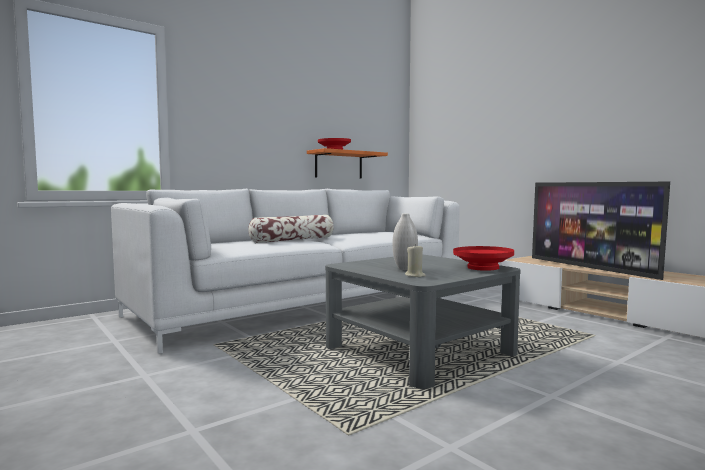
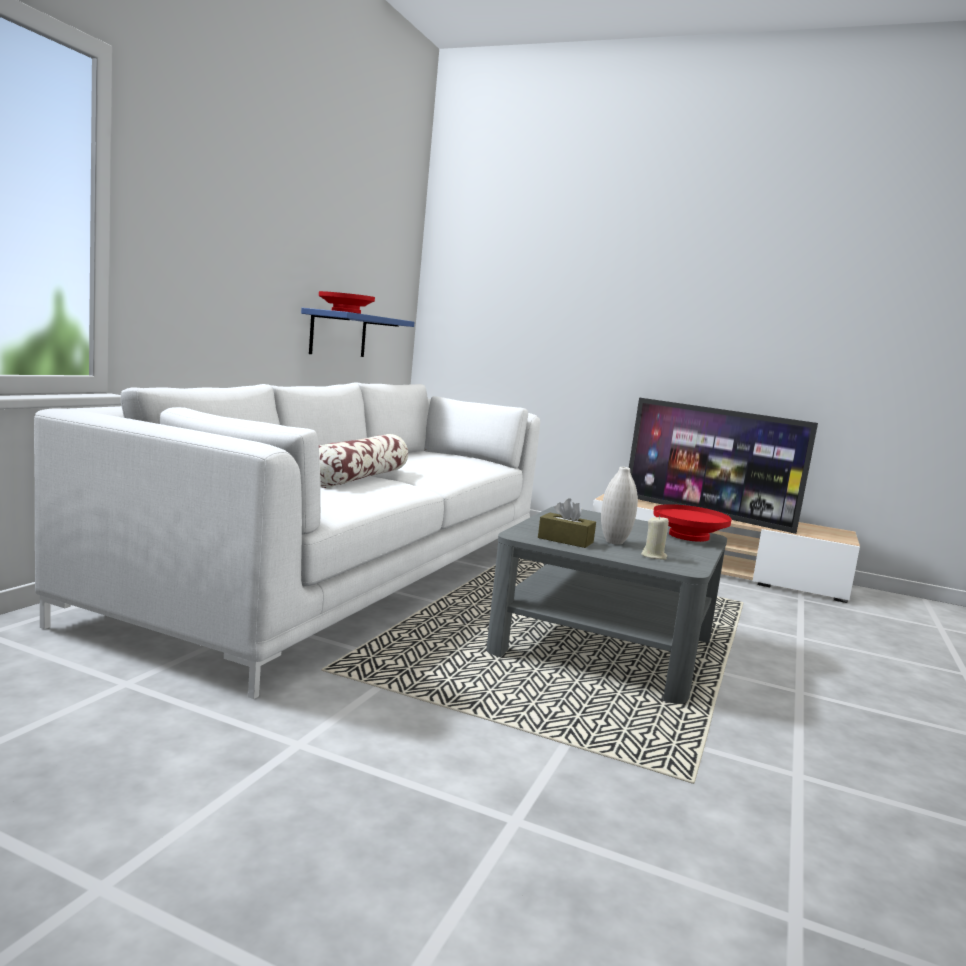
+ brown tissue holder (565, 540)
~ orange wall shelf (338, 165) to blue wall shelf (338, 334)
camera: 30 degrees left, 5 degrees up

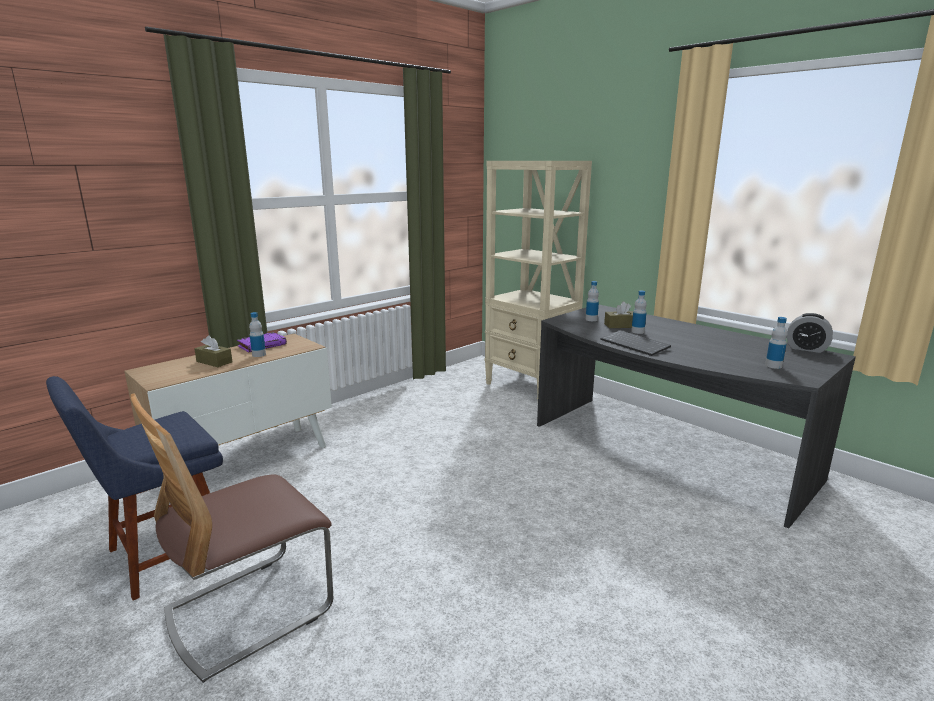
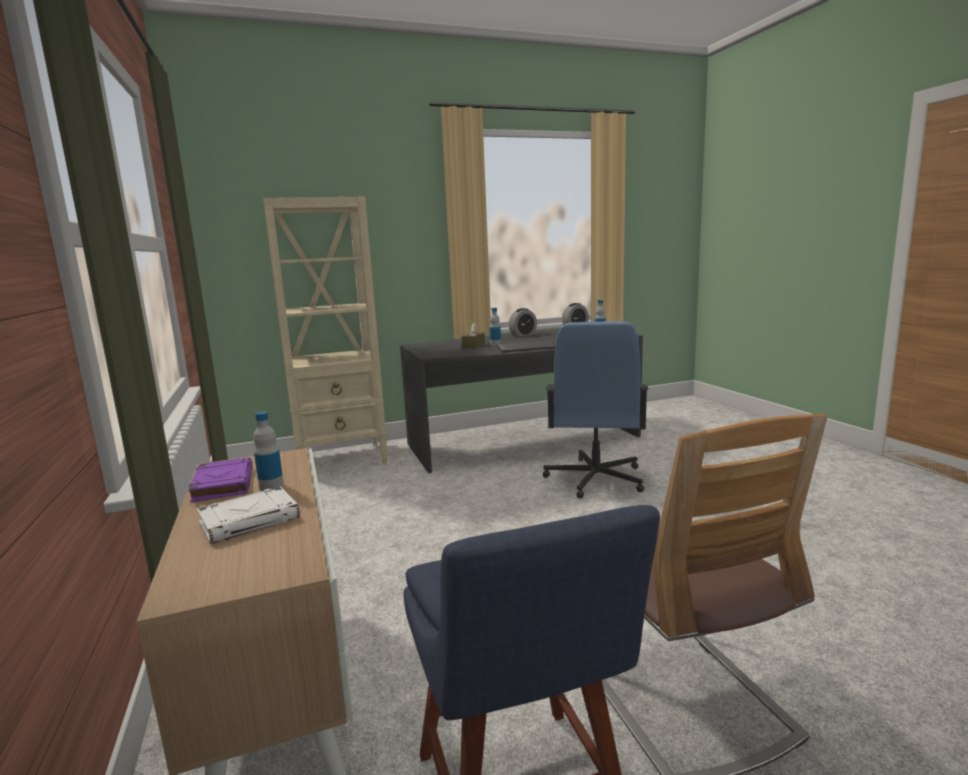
- drink bottle (591, 319)
+ bedside clock (523, 334)
+ blue desk chair (595, 479)
~ brown tissue holder (214, 362) to white-coloured bound book (250, 520)
camera: 65 degrees left, 5 degrees down

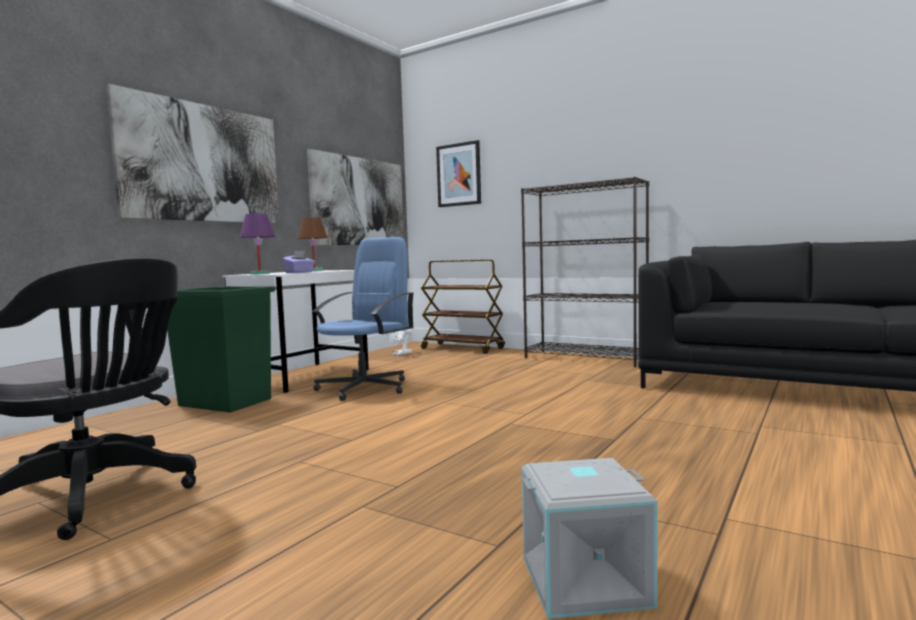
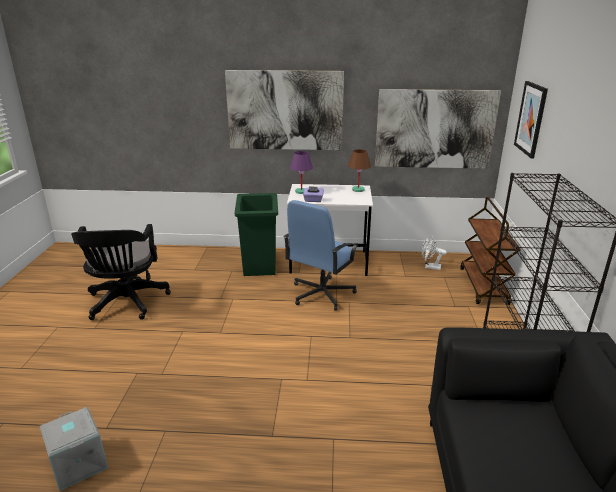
~ blue desk chair (365, 388) = (321, 294) 120 degrees clockwise
camera: 60 degrees right, 20 degrees up

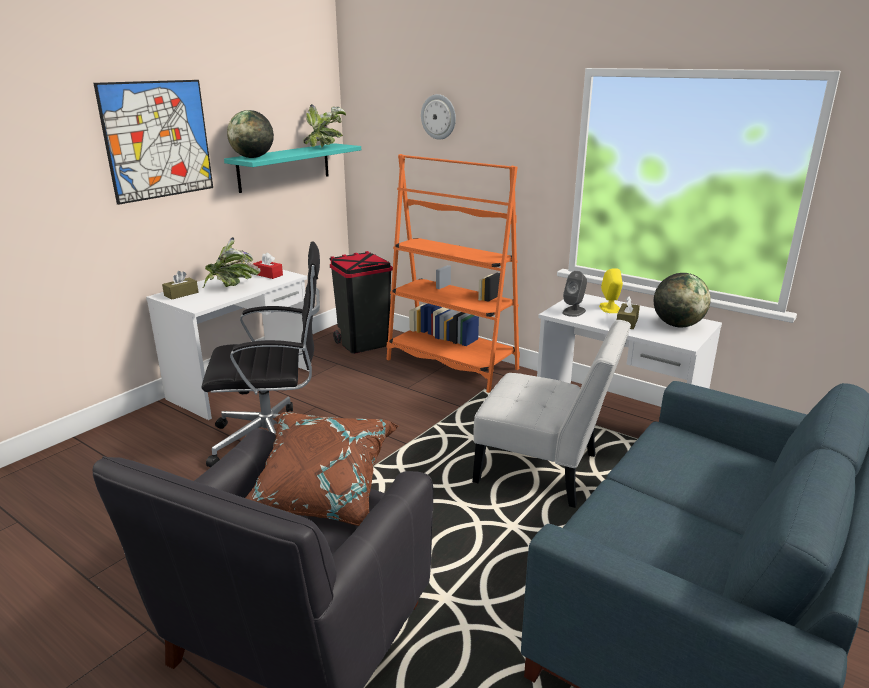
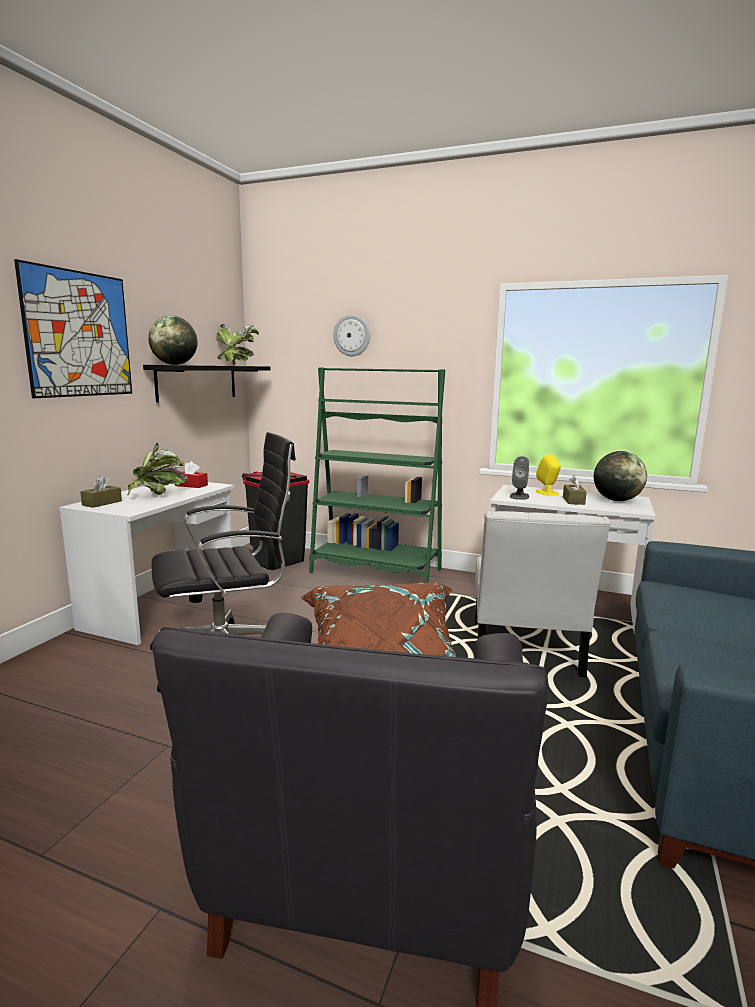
~ turquoise-coloured wall shelf (284, 167) to black-coloured wall shelf (197, 382)
~ orange bookcase (452, 364) to green bookcase (376, 571)
~ white-coloured plain chair (544, 471) = (525, 651) 90 degrees clockwise
camera: 15 degrees left, 10 degrees down

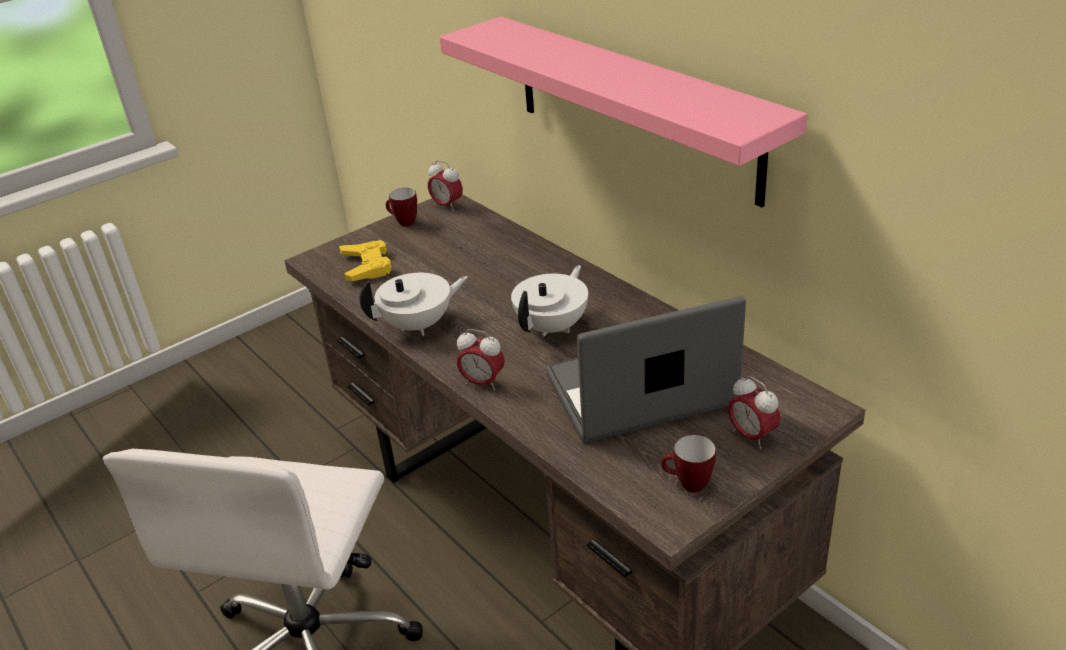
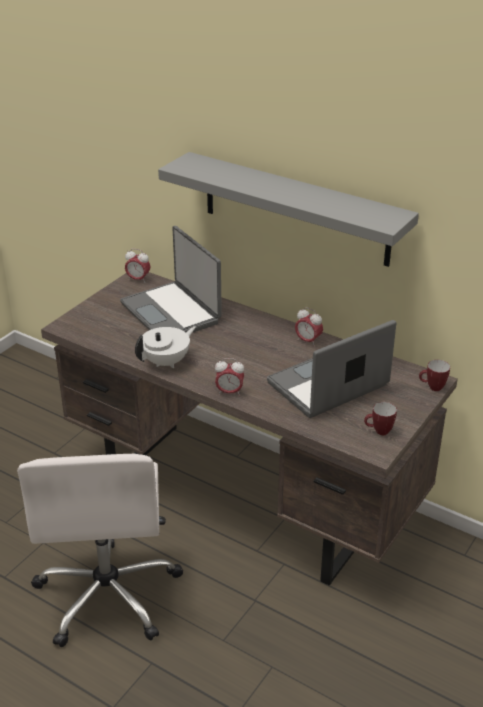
- yellow-coloured game controller (367, 266)
- white-coloured pot for tea (553, 326)
+ notebook computer (172, 312)
~ coffee mug (403, 223) to (432, 388)
~ bedside clock (751, 436) to (308, 341)
~ pinkish wall shelf (633, 106) to grey wall shelf (295, 209)
camera: 20 degrees left, 0 degrees up

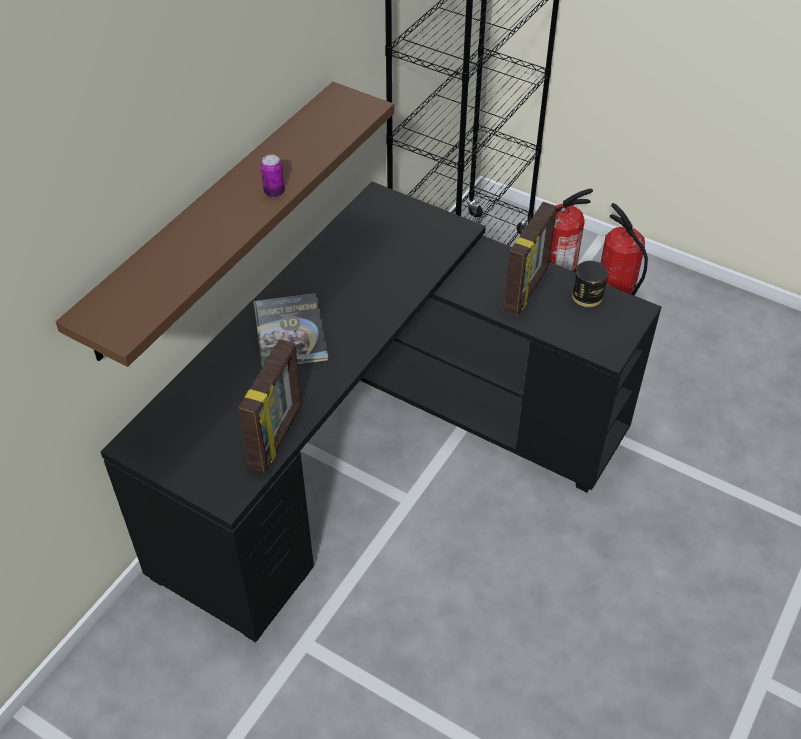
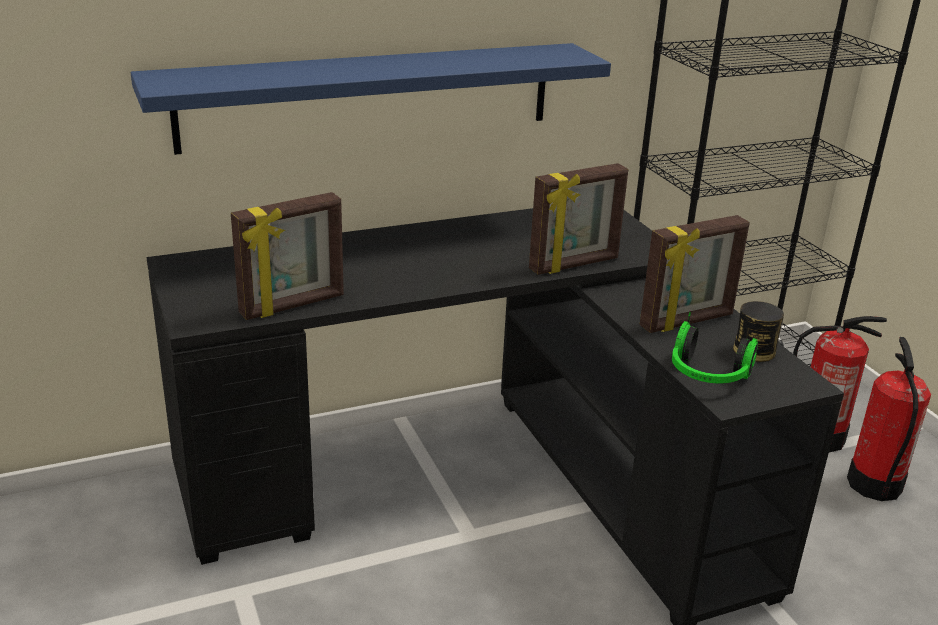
- bound book (290, 332)
- can (274, 192)
+ picture frame (574, 265)
+ headset (707, 376)
~ brown wall shelf (215, 217) to blue wall shelf (369, 96)
camera: 35 degrees right, 20 degrees down

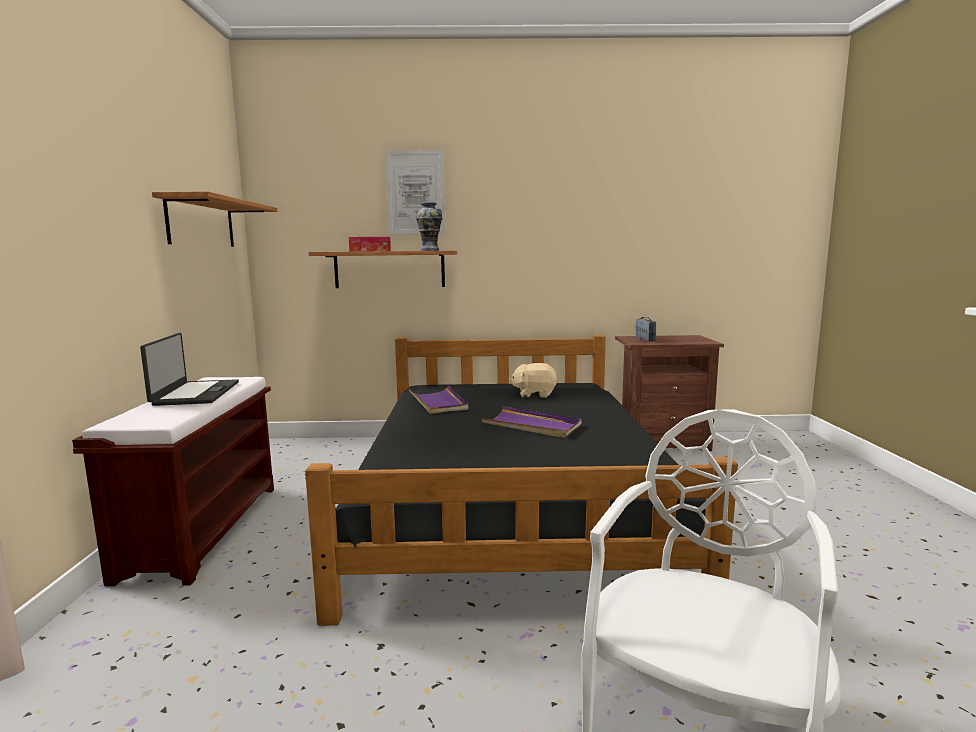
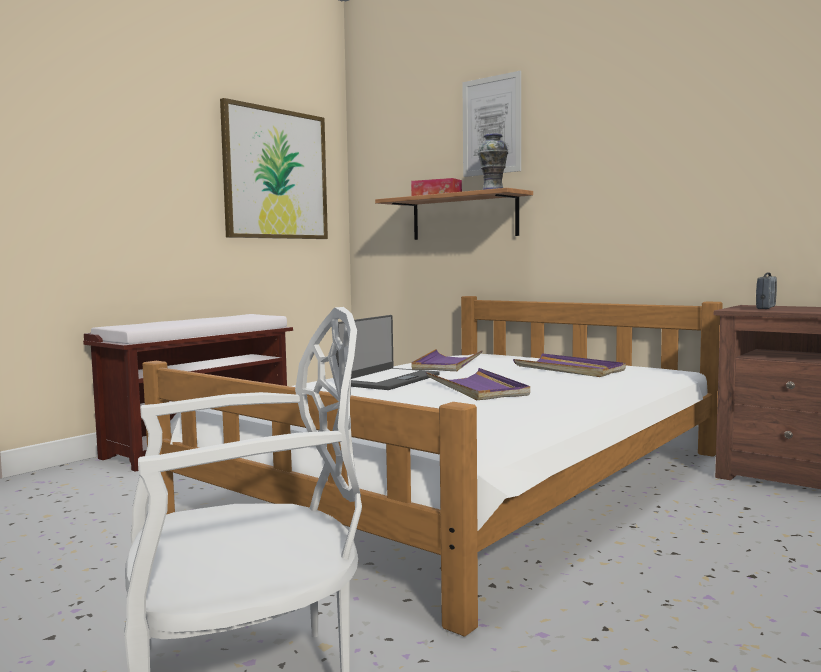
~ notebook computer (195, 393) to (388, 380)
~ wall shelf (201, 223) to picture (275, 174)
~ beige-coloured plush toy (534, 394) to purple-coloured carrying tray (569, 369)
~ black-coloured sleeping bed (509, 498) to white-coloured sleeping bed (466, 482)
camera: 40 degrees right, 5 degrees down

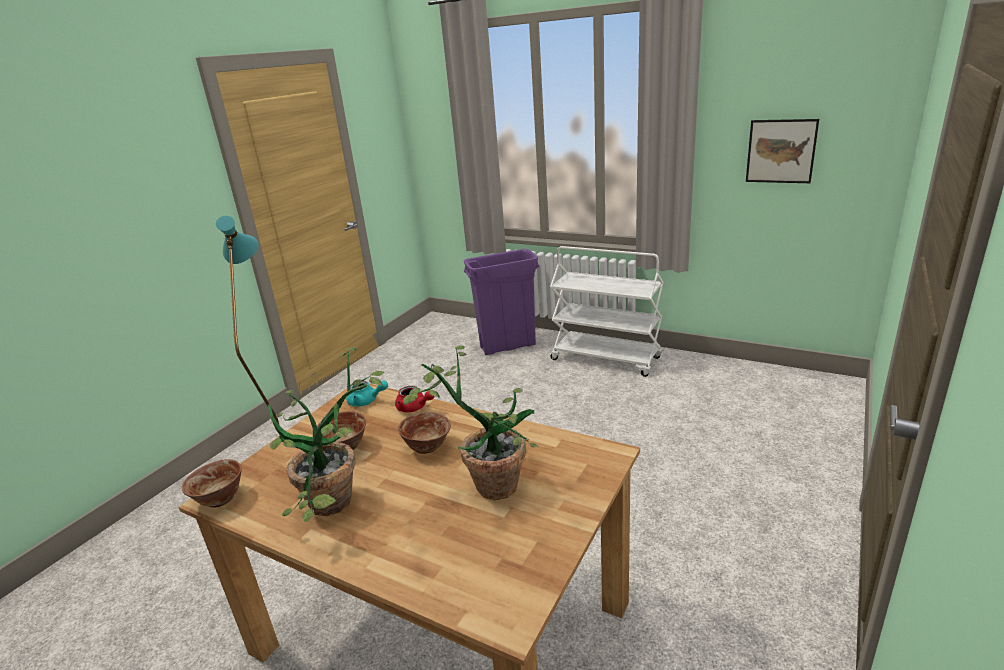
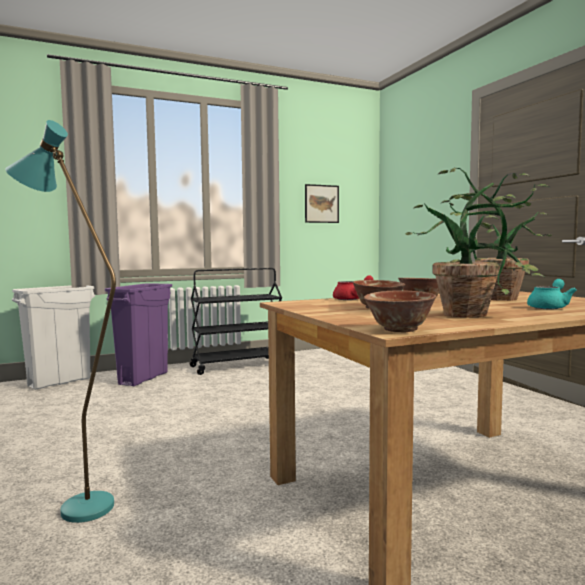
+ white-coloured rubbish bin (60, 382)
~ turquoise-coloured pot for tea (366, 401) to (550, 307)
~ white-coloured wheeled cart (606, 358) to black-coloured wheeled cart (237, 365)
camera: 55 degrees left, 20 degrees down

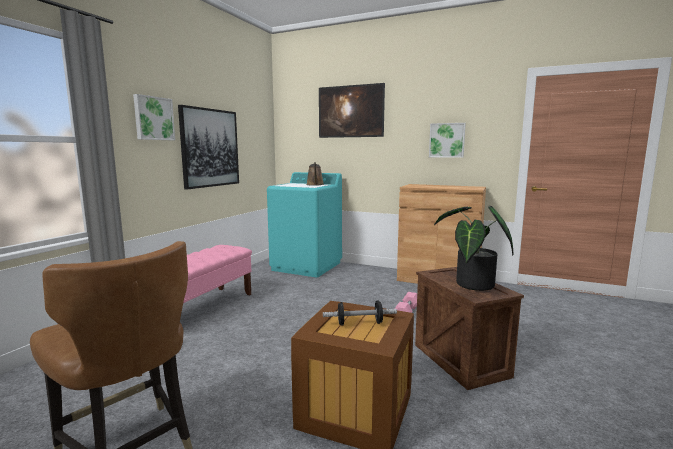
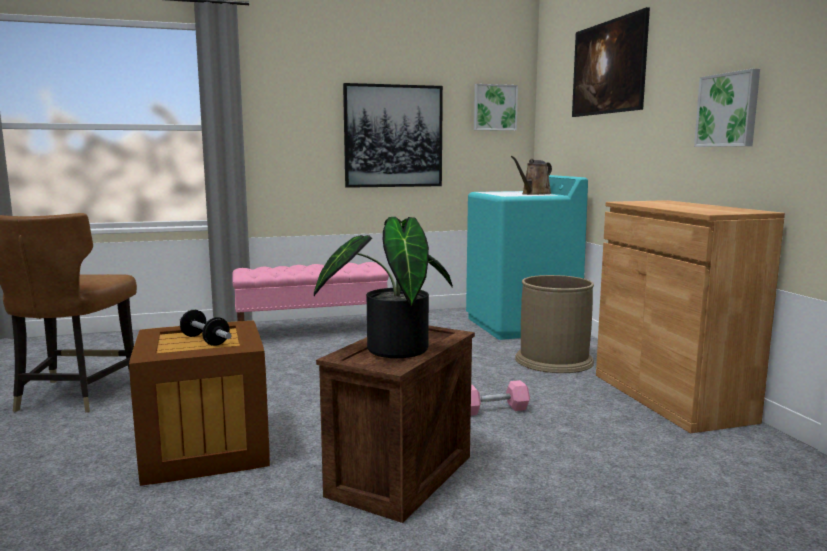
+ brown rubbish bin (554, 360)
~ picture (153, 118) to (494, 107)
camera: 50 degrees right, 0 degrees up

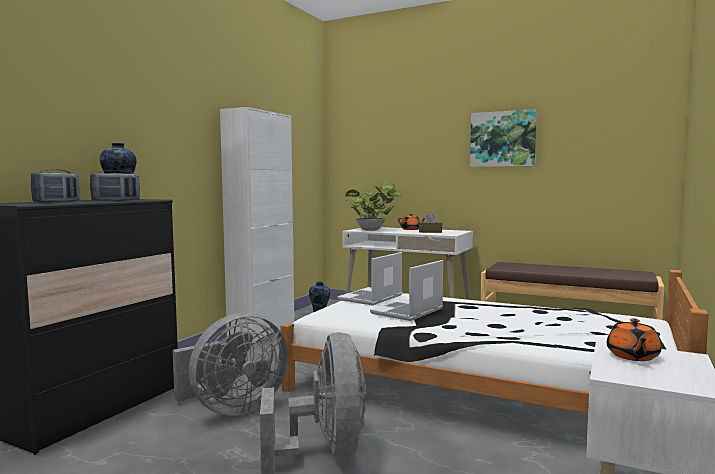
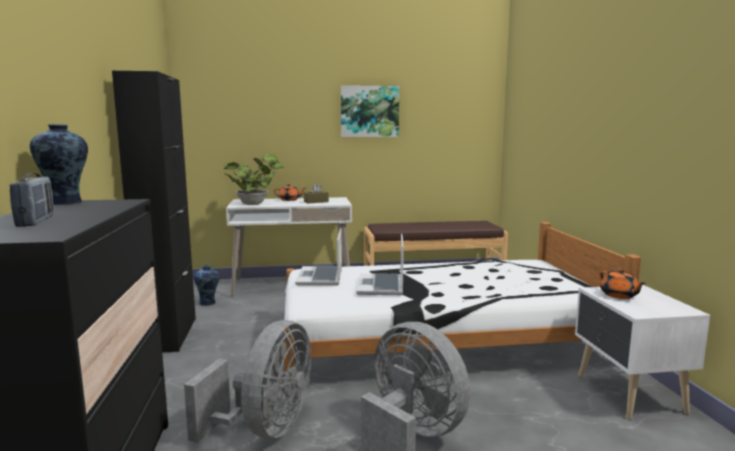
- radio set (116, 200)
~ white-coloured cupboard (262, 333) to black-coloured cupboard (169, 335)
camera: 35 degrees left, 5 degrees up

